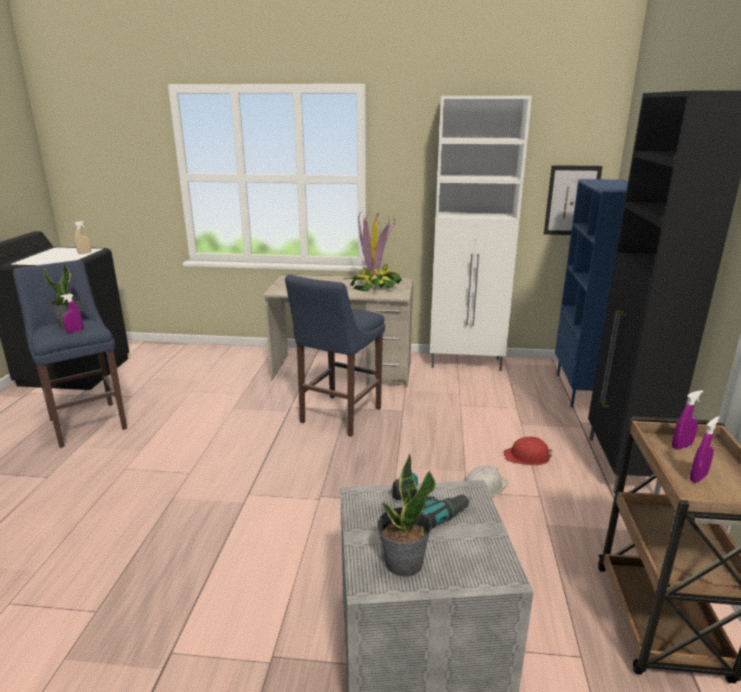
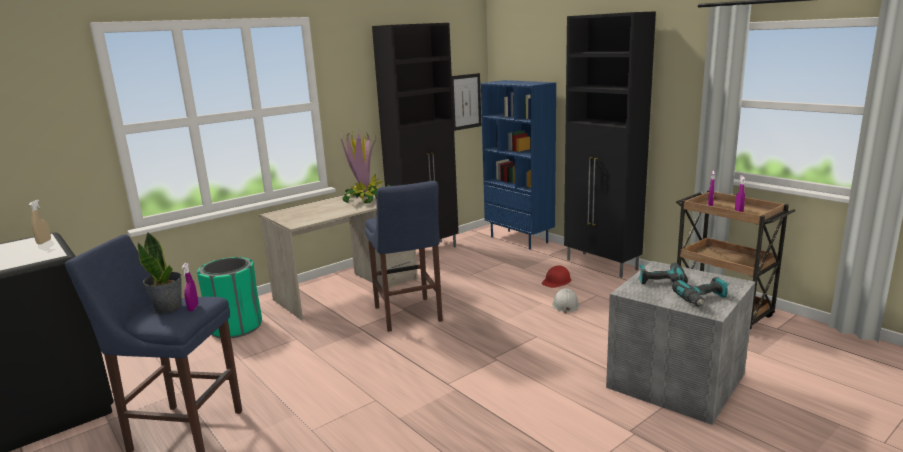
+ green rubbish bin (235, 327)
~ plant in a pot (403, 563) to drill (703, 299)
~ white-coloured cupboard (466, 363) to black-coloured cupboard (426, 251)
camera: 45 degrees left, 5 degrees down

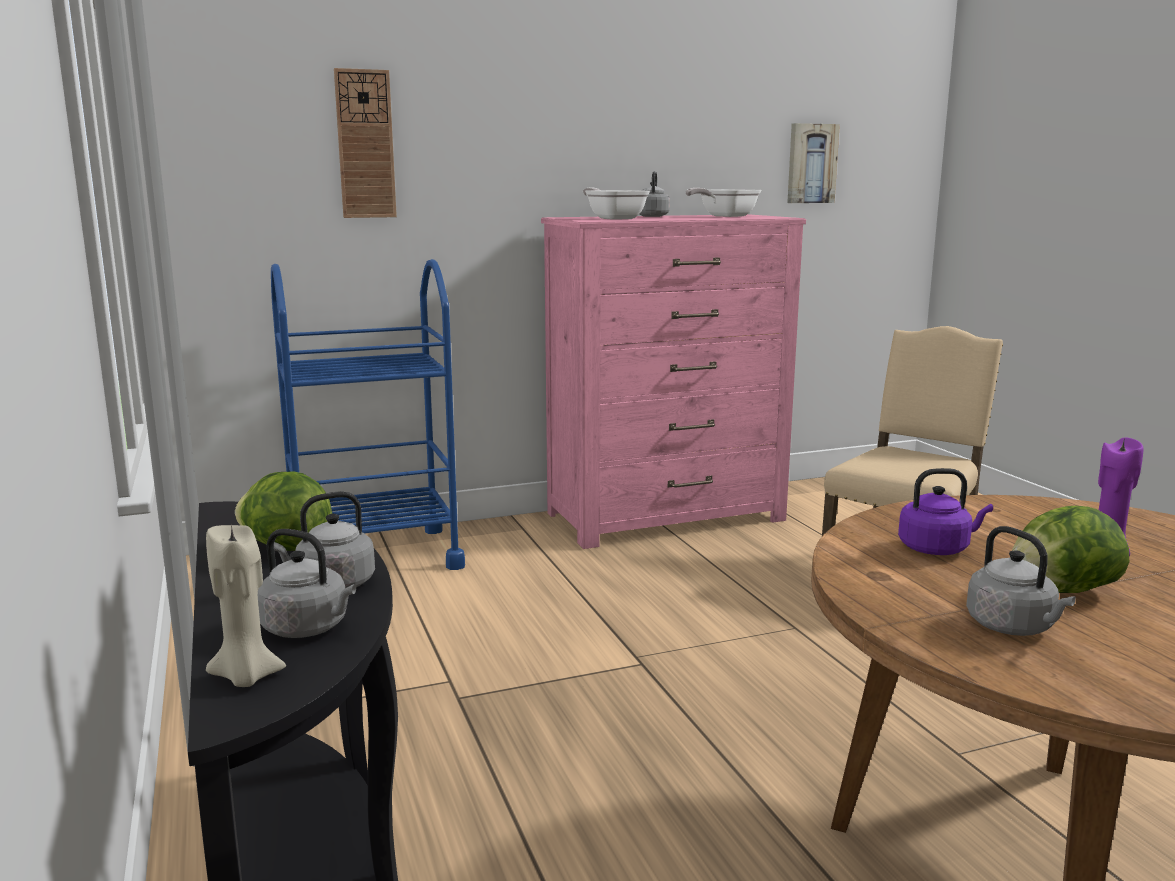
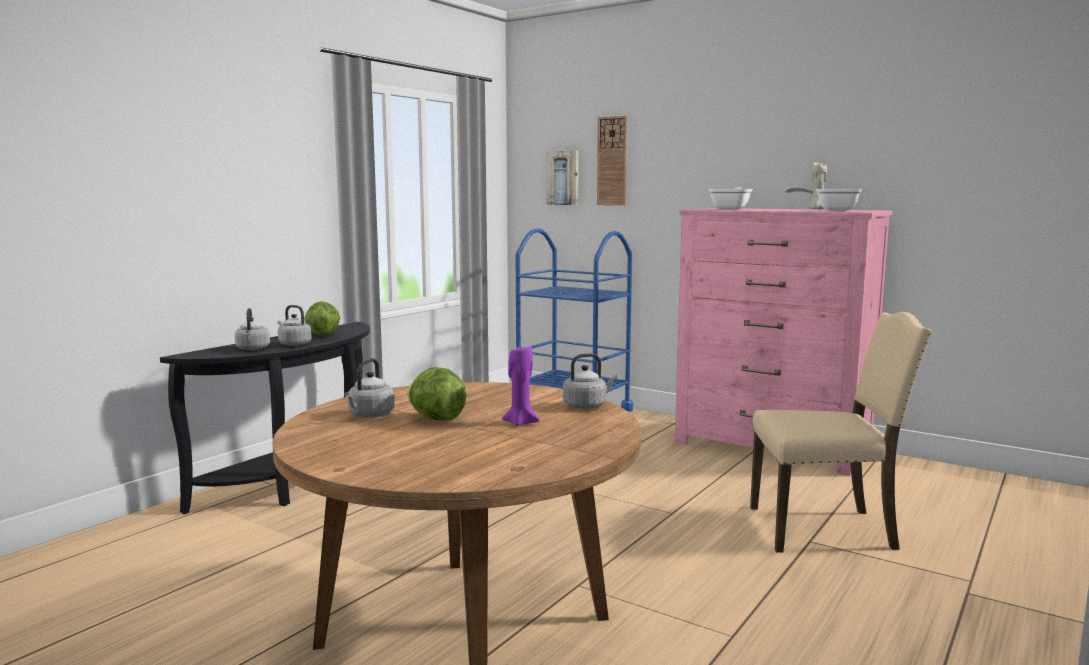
- purple-coloured tea kettle (937, 548)
~ beige-coloured wax candle (246, 677) to (816, 209)
~ grey tea kettle (652, 216) to (587, 406)
~ picture (811, 163) to (563, 178)
camera: 55 degrees right, 5 degrees down

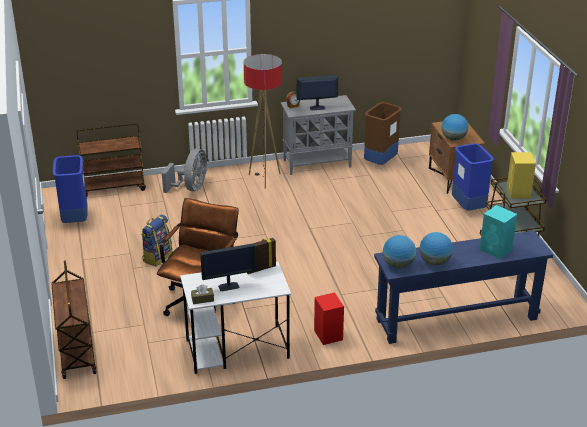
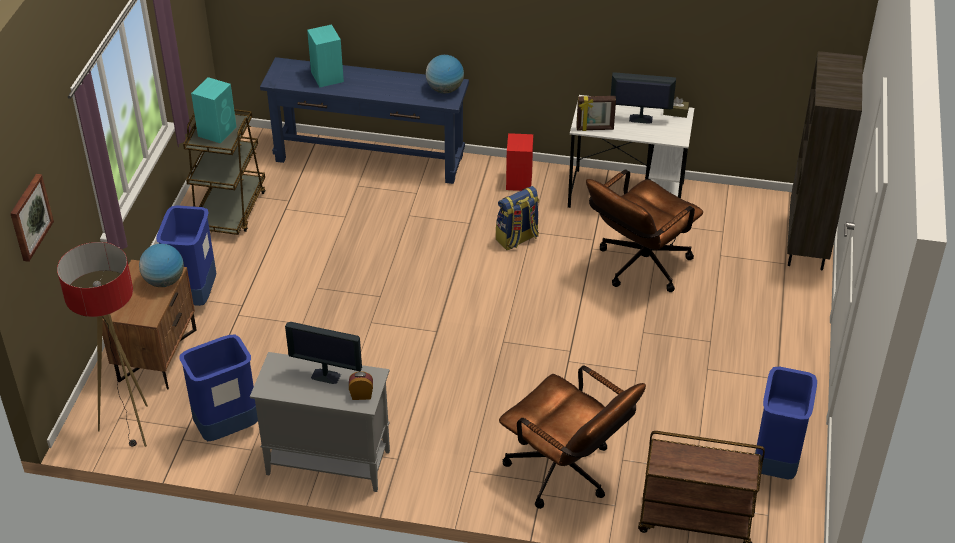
- world globe (434, 262)
+ picture (29, 217)
~ knapsack (157, 257) to (517, 239)
~ floor lamp (264, 179) to (130, 427)
~ brown wheeled cart (76, 351) to brown bookcase (807, 245)
~ grey fan (190, 188) to brown desk chair (566, 475)
~ brown rubbish bin (380, 162) to blue rubbish bin (227, 429)
~ yellow-coloured audio speaker (518, 192) to turquoise-coloured audio speaker (217, 131)
camera: 155 degrees left, 10 degrees up

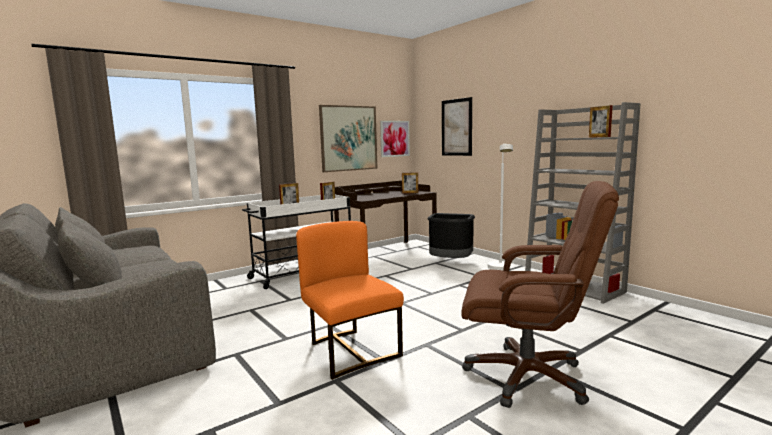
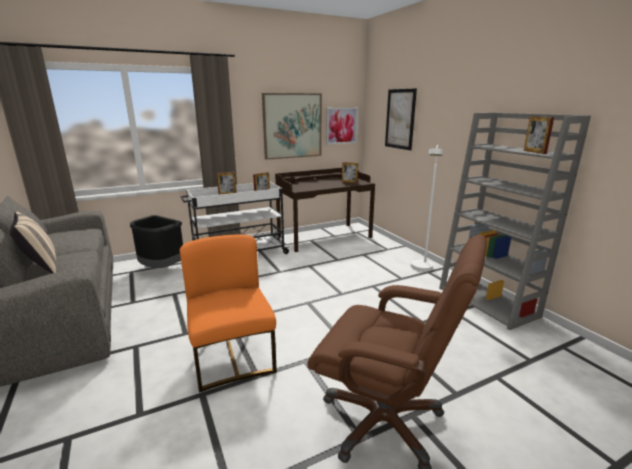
+ beige-coloured cushion (40, 268)
~ black-coloured rubbish bin (450, 262) to (161, 269)
camera: 10 degrees right, 10 degrees up

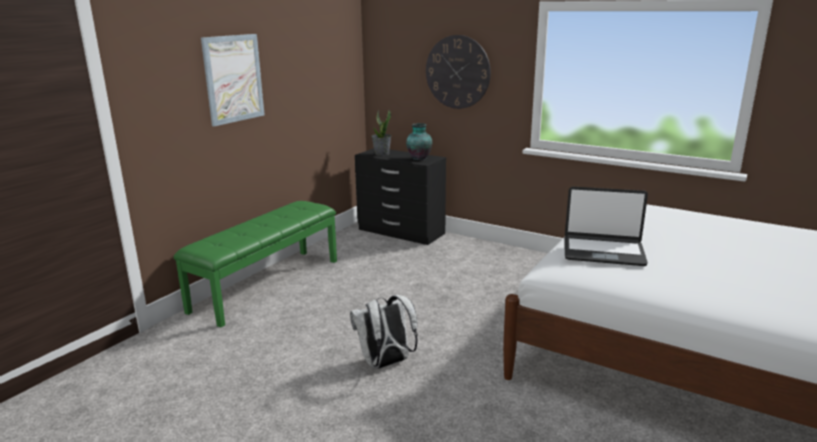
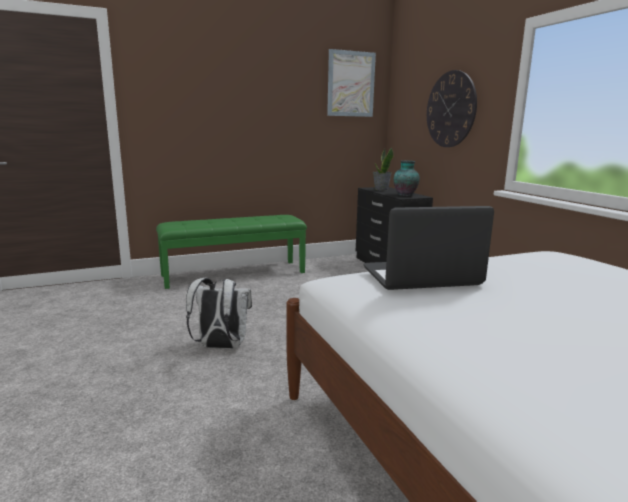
~ picture (233, 79) to (351, 84)
~ notebook computer (603, 252) = (421, 277) 120 degrees clockwise
camera: 35 degrees right, 5 degrees down

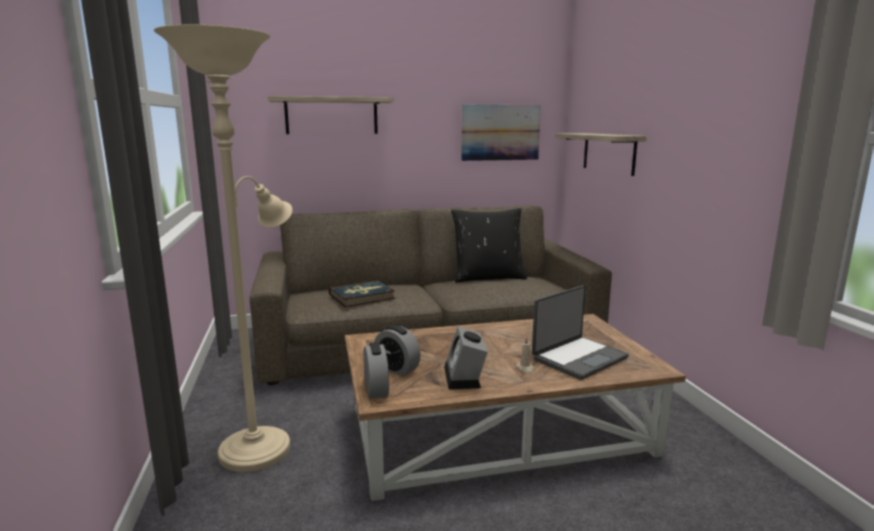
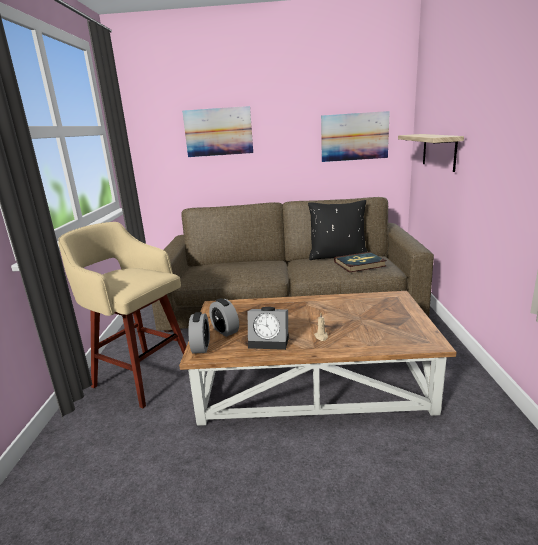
- notebook computer (578, 358)
~ bound book (362, 296) to (359, 264)
~ beige-coloured floor lamp (260, 445) to beige-coloured stool (142, 376)
~ wall shelf (331, 116) to picture (218, 132)
~ bedside clock (465, 378) = (270, 341) 90 degrees counterclockwise
camera: 15 degrees right, 5 degrees up

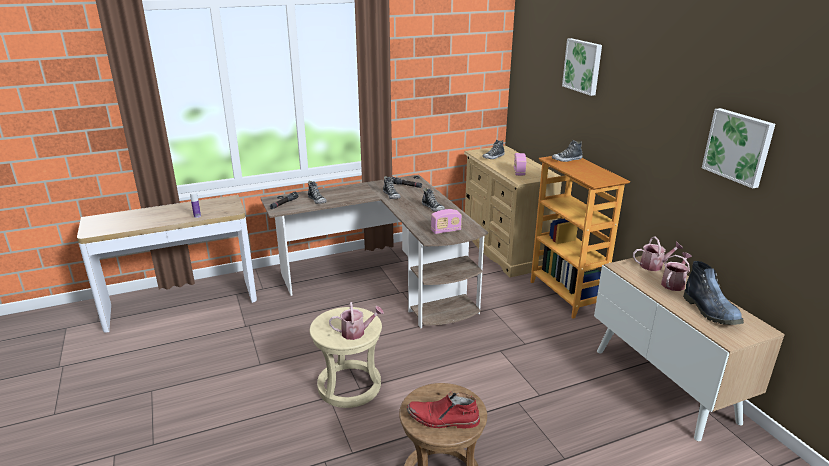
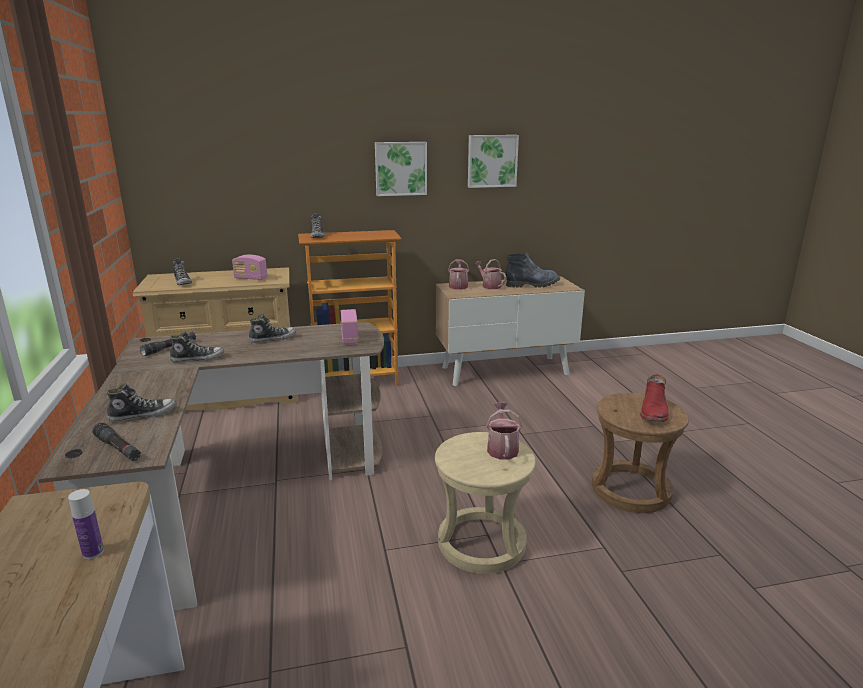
~ picture (583, 66) to (400, 168)
camera: 80 degrees left, 5 degrees down

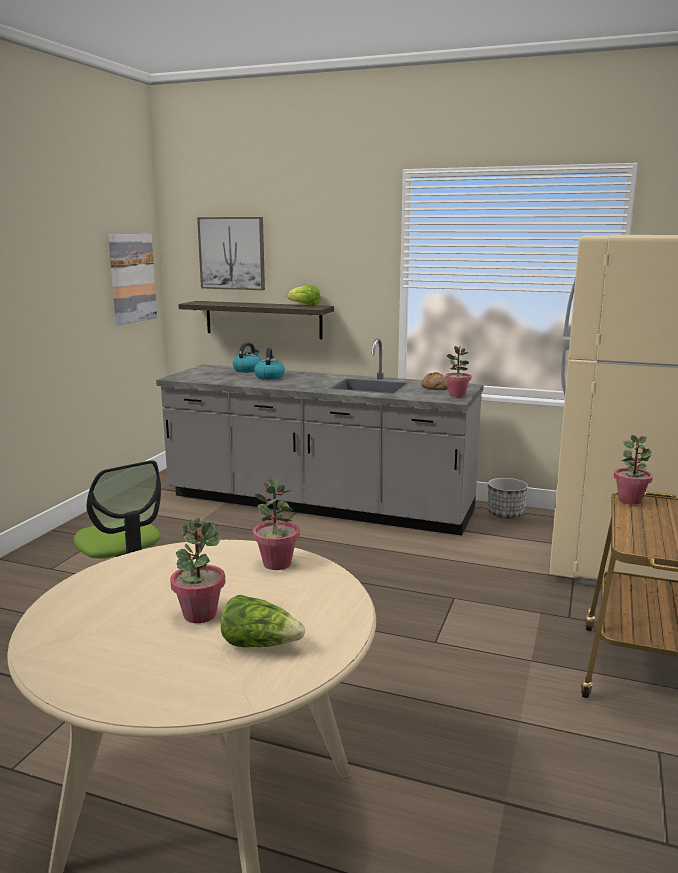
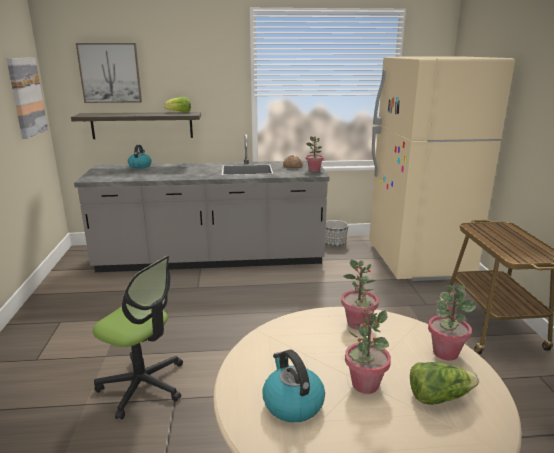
~ tea kettle (269, 377) to (292, 403)
~ plant in a pot (630, 500) to (445, 352)
camera: 25 degrees left, 5 degrees up

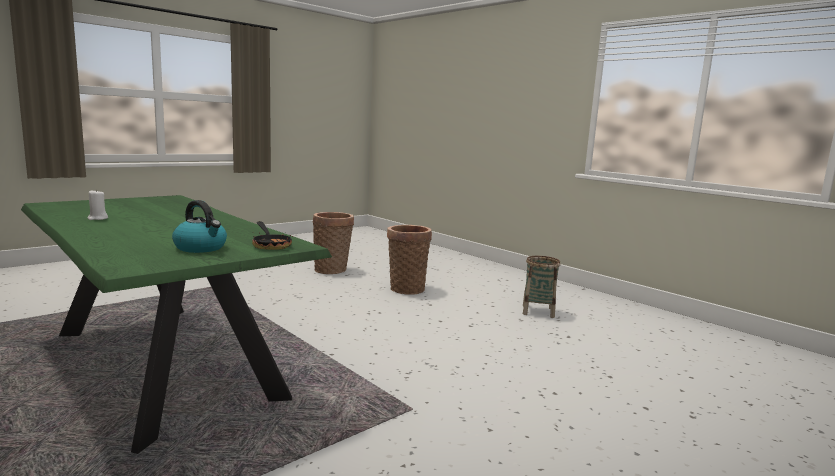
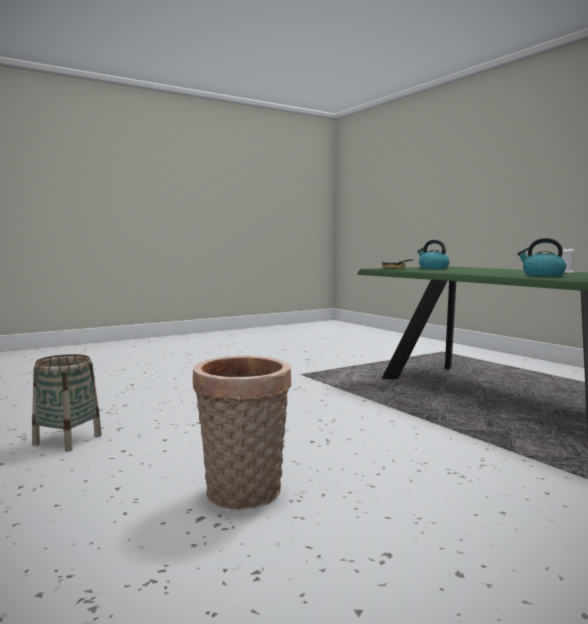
- basket (332, 269)
+ tea kettle (542, 275)
camera: 170 degrees left, 5 degrees down

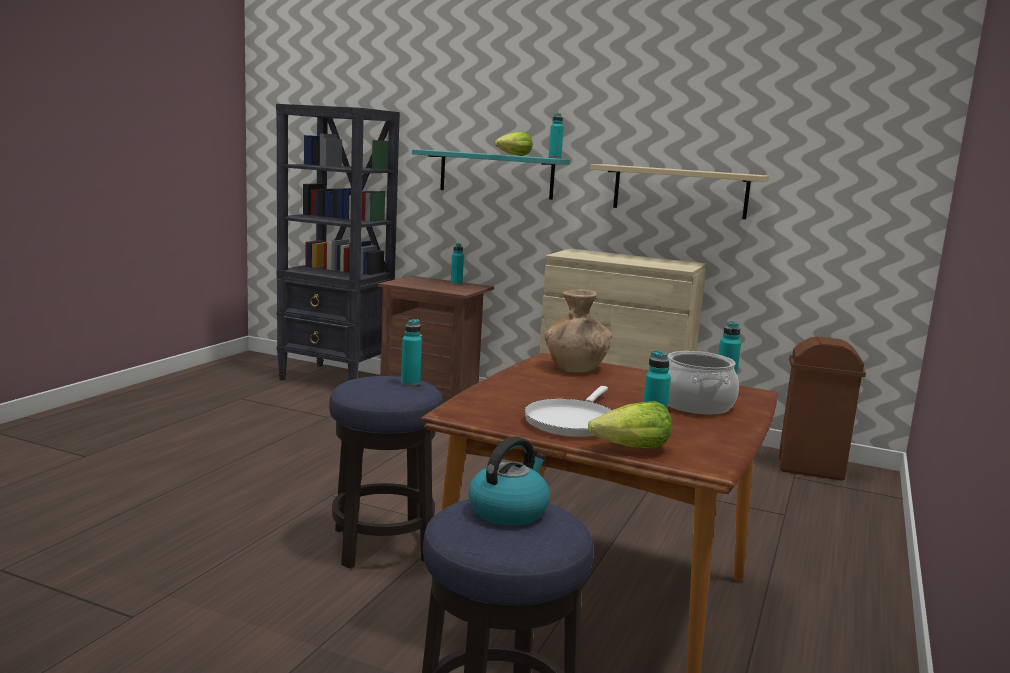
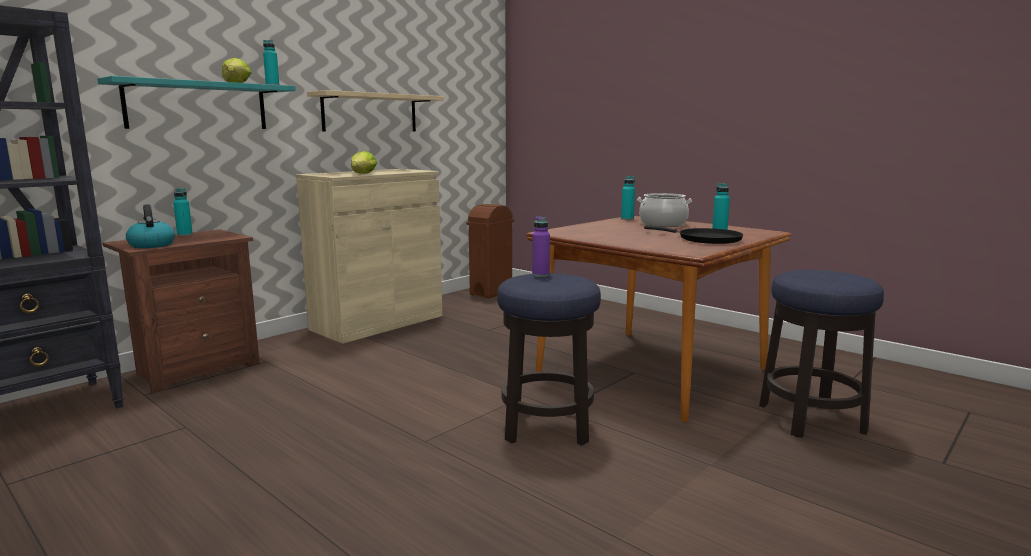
- brown vase (575, 368)
~ tea kettle (508, 510) to (151, 245)
~ head of lettuce (632, 448) to (363, 174)
~ turquoise-coloured drink bottle (410, 383) to purple-coloured drink bottle (540, 275)
~ white-coloured pan (572, 421) to black-coloured pan (705, 239)
camera: 70 degrees left, 0 degrees up

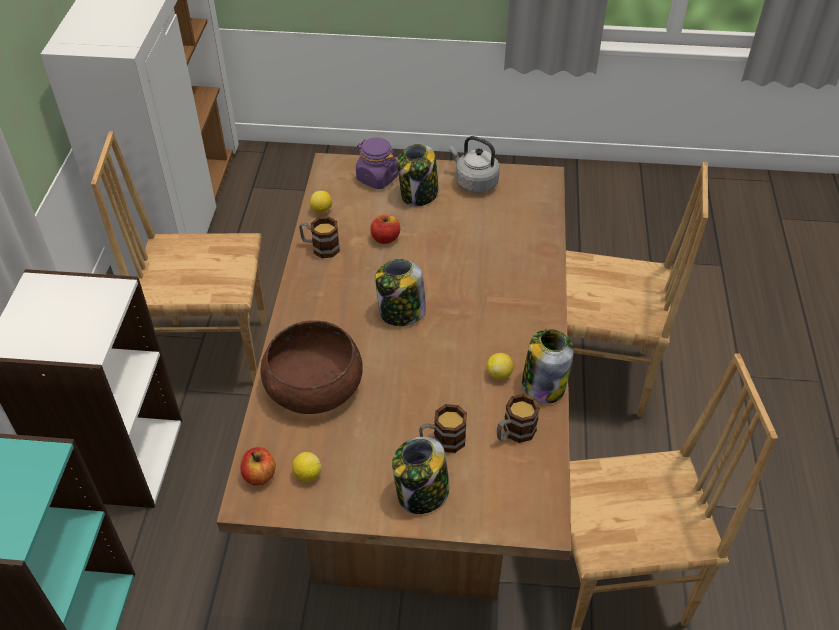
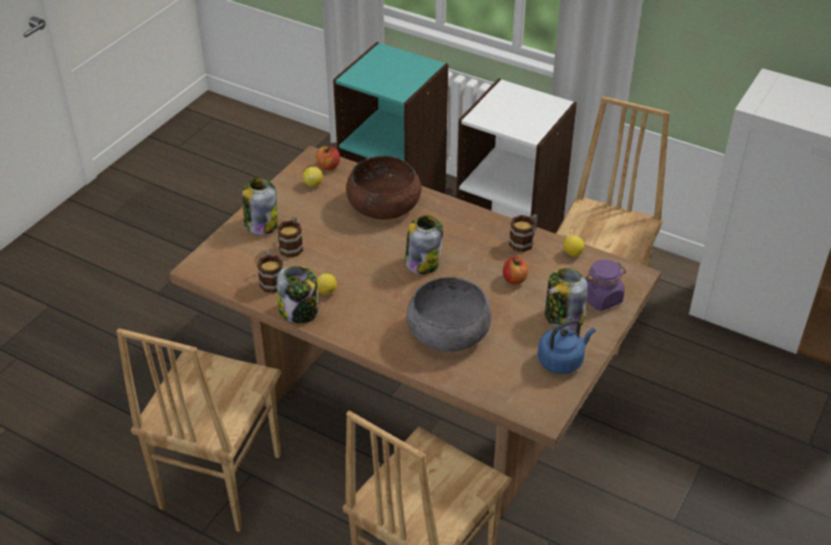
+ grey serving bowl (448, 330)
~ grey tea kettle (474, 182) to blue tea kettle (562, 360)
camera: 115 degrees right, 5 degrees down

